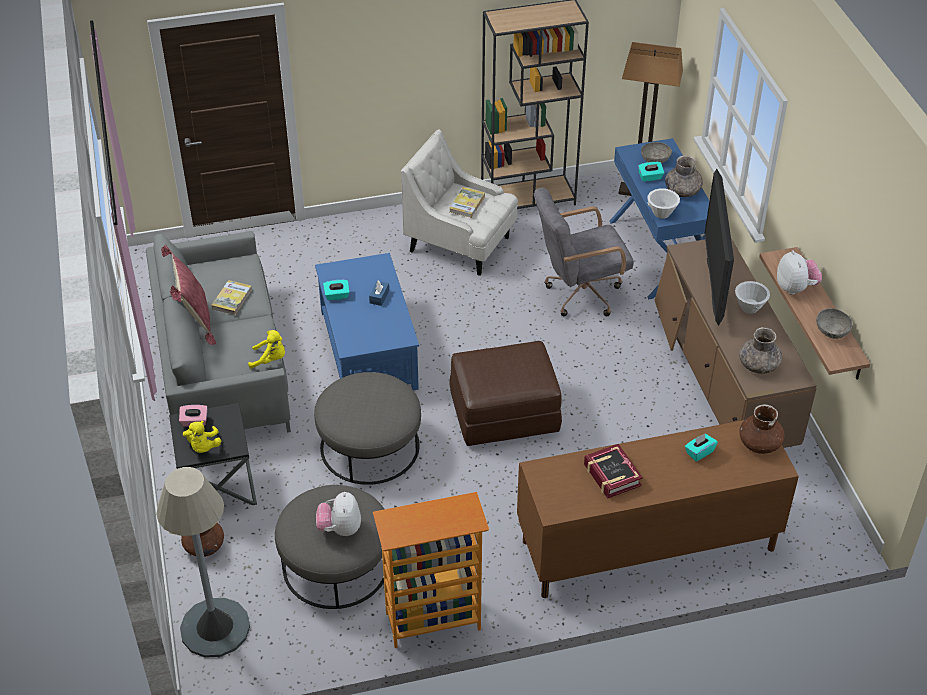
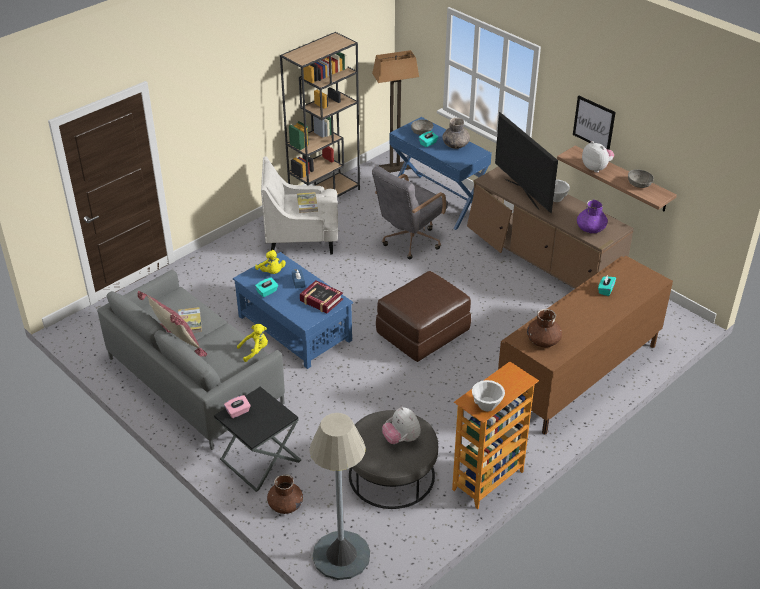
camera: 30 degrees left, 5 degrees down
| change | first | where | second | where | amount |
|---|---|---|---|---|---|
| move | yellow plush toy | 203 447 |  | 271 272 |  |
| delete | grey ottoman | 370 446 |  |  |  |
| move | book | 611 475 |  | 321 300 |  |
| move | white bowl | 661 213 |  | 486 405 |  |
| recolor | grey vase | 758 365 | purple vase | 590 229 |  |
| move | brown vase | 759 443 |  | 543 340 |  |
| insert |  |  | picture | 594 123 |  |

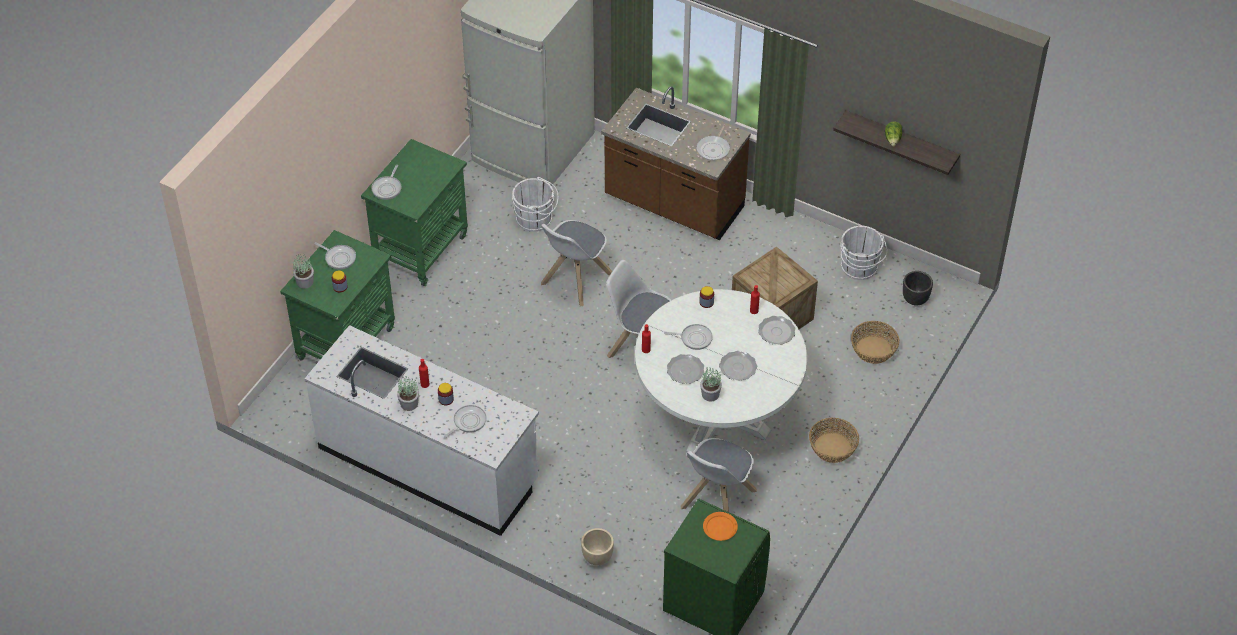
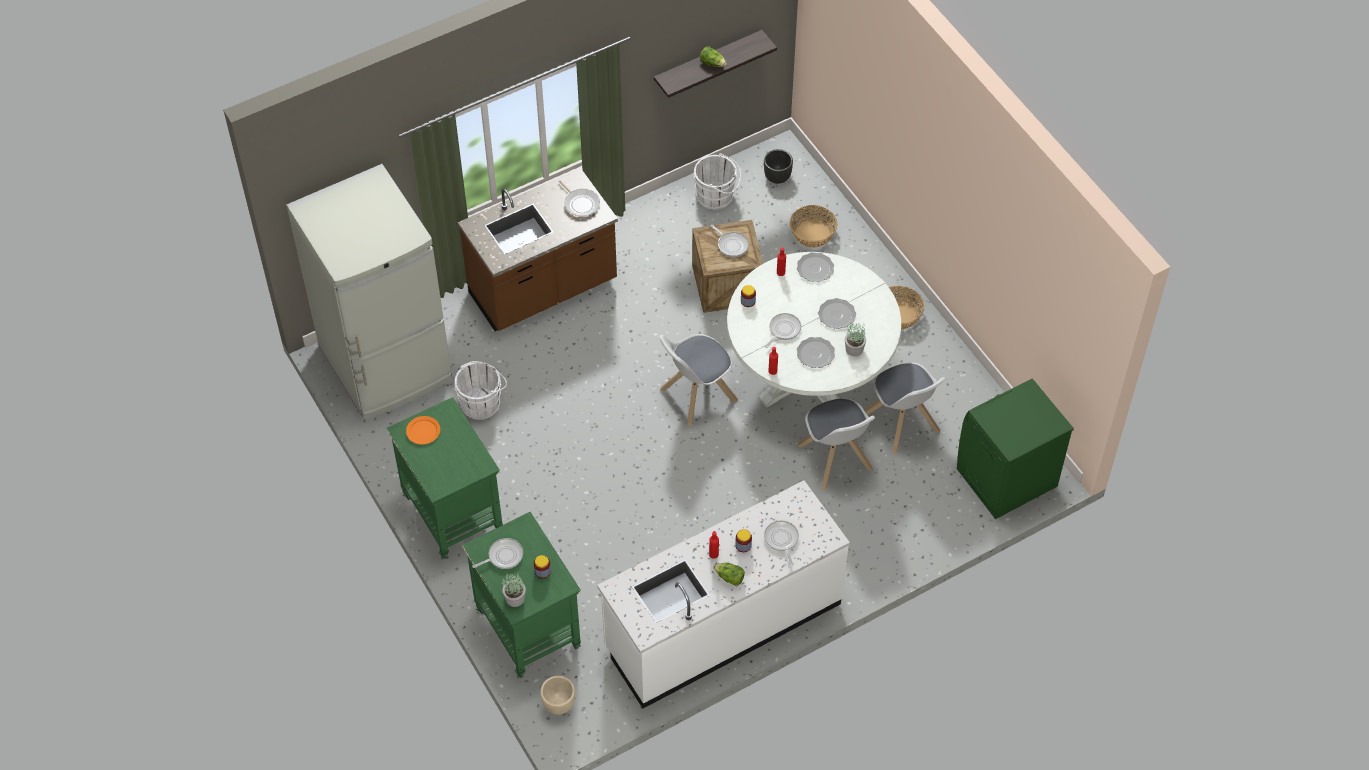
camera: 60 degrees left, 5 degrees up
| change | first | where | second | where | amount |
|---|---|---|---|---|---|
| move | frying pan | 387 188 |  | 731 245 |  |
| replace | potted plant | 408 404 | lettuce | 729 577 |  |
| move | chair | 575 280 |  | 835 459 |  |
| move | beige planter | 597 557 |  | 558 705 |  |
| move | orange plate | 720 527 |  | 423 431 |  |

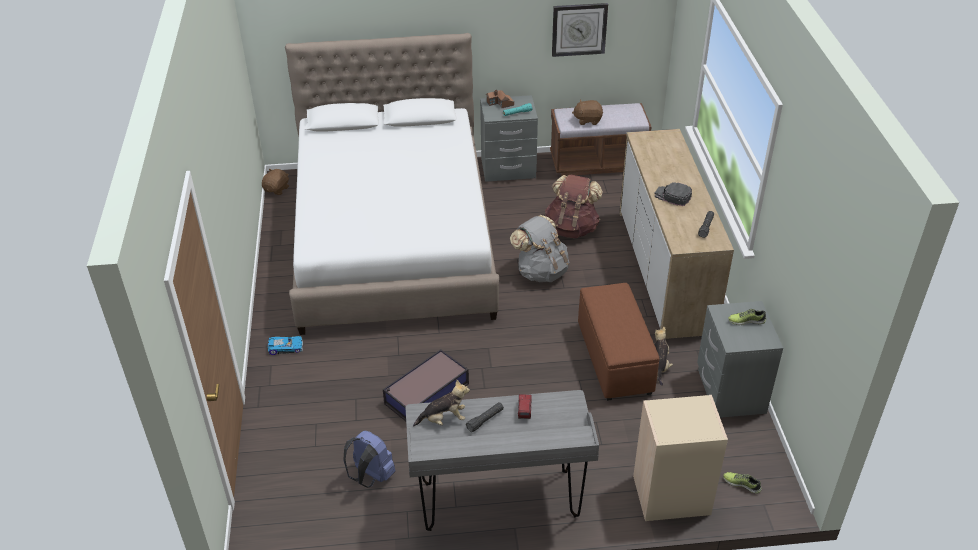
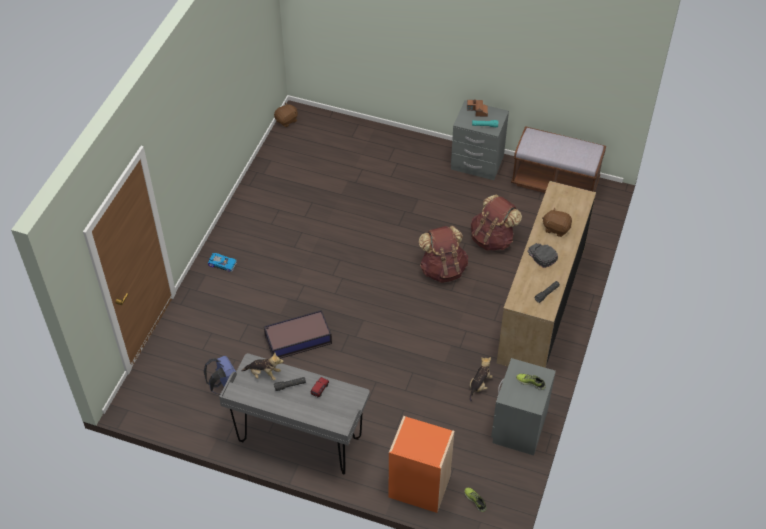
camera: 25 degrees right, 10 degrees up
| change | first | where | second | where | amount |
|---|---|---|---|---|---|
| delete | white bed | 394 238 |  |  |  |
| recolor | grey backpack | 541 271 | brown backpack | 442 269 |  |
| delete | wall clock | 579 29 |  |  |  |
| move | brown plush toy | 587 120 |  | 556 228 |  |
| delete | brown ottoman | 615 359 |  |  |  |
| recolor | beige bookcase | 670 496 | orange bookcase | 418 487 |  |

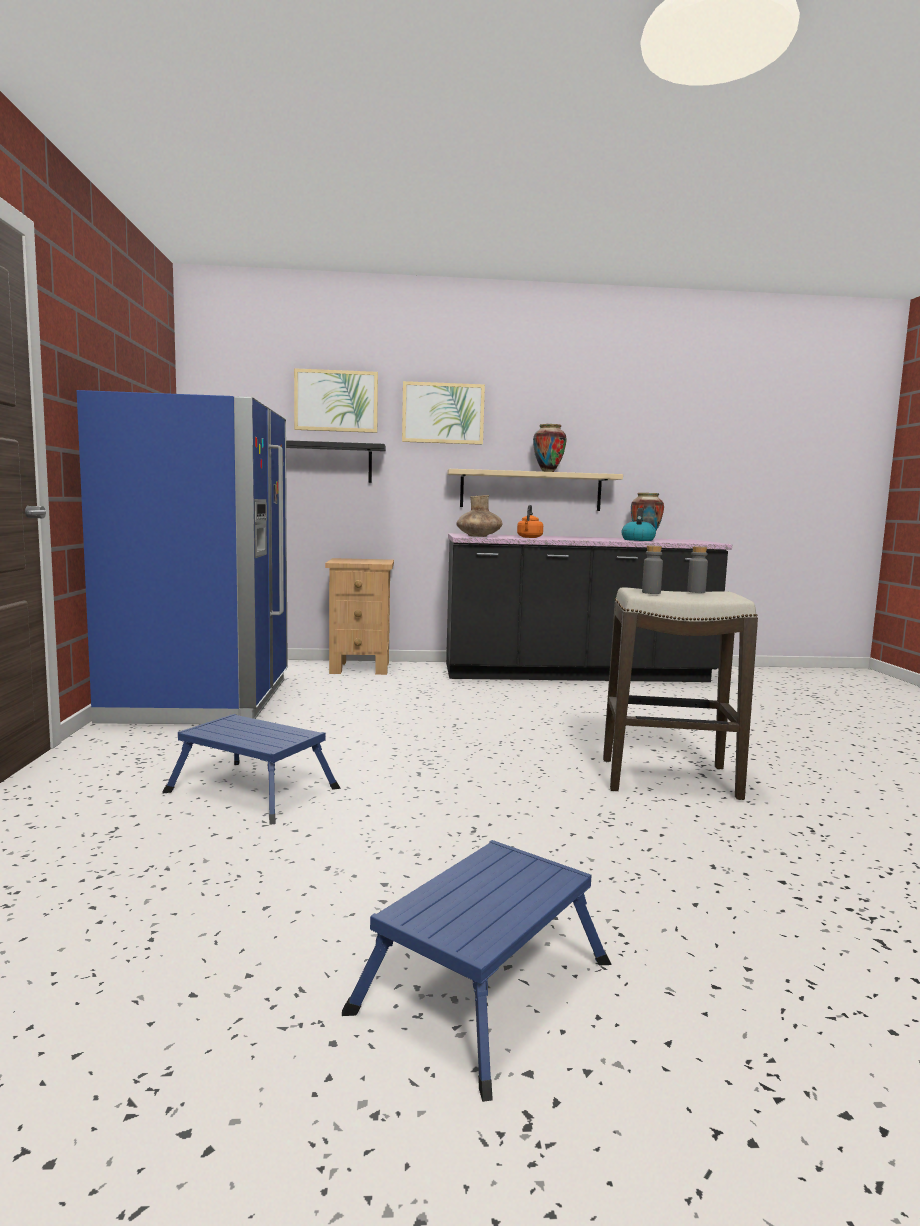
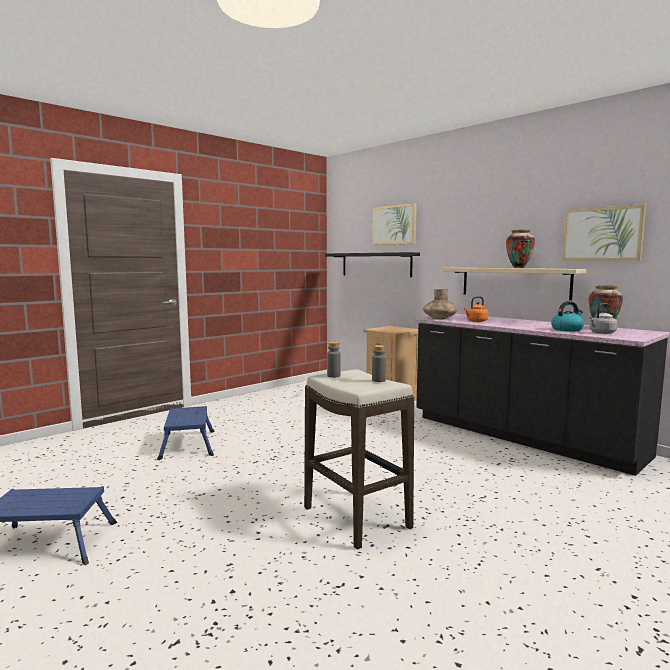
camera: 50 degrees right, 0 degrees up
| change | first | where | second | where | amount |
|---|---|---|---|---|---|
| delete | blue fridge | 201 700 |  |  |  |
| move | picture | 443 413 |  | 602 234 |  |
| insert |  |  | grey kettle | 601 333 |  |

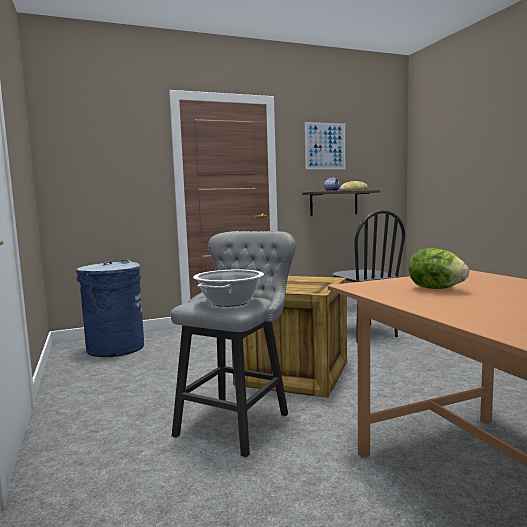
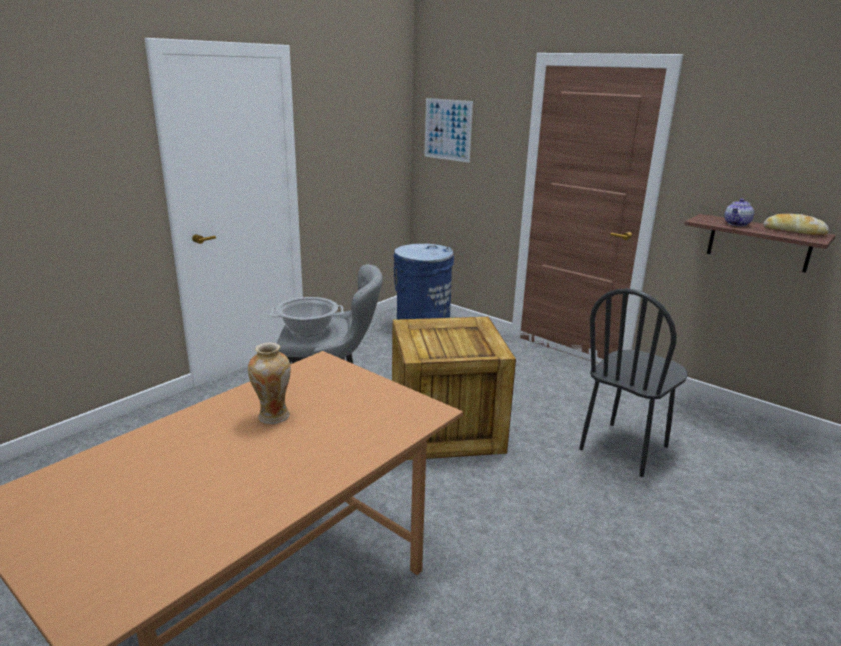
camera: 60 degrees right, 15 degrees up
| change | first | where | second | where | amount |
|---|---|---|---|---|---|
| move | picture | 325 146 |  | 447 130 |  |
| delete | lettuce | 436 289 |  |  |  |
| insert |  |  | vase | 273 416 |  |

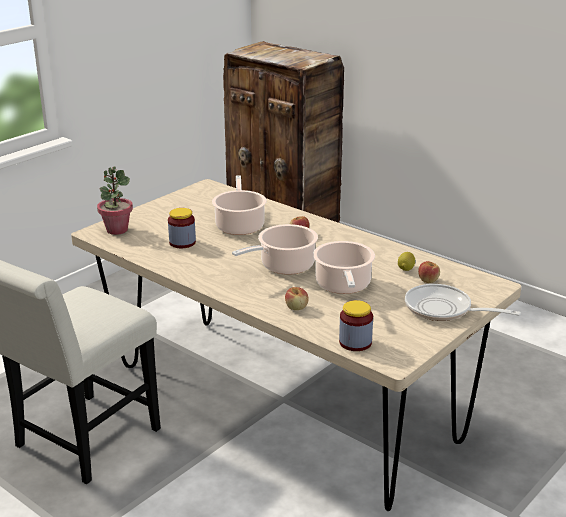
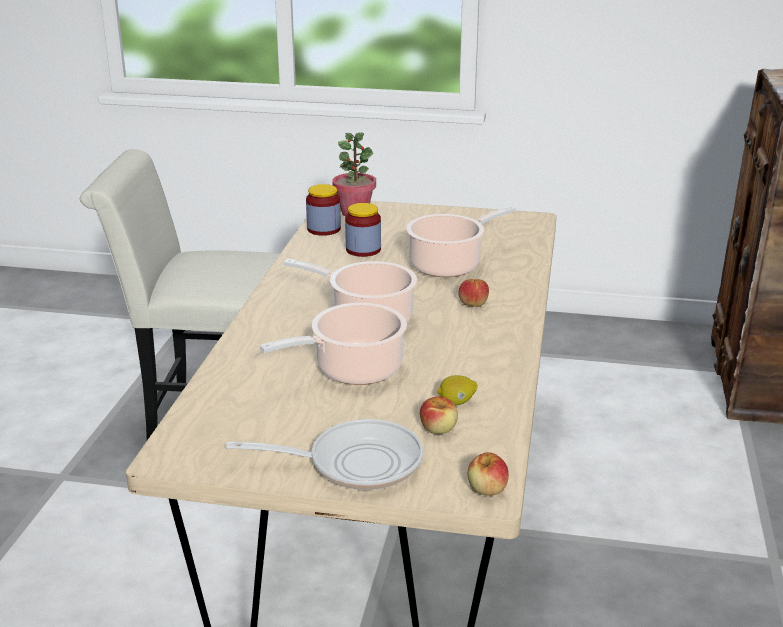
camera: 60 degrees right, 0 degrees up
| change | first | where | second | where | amount |
|---|---|---|---|---|---|
| move | apple | 296 307 |  | 487 489 |  |
| move | jar | 355 342 |  | 324 229 |  |
| rotate | frying pan | 443 310 |  | 355 463 | 90 degrees clockwise |

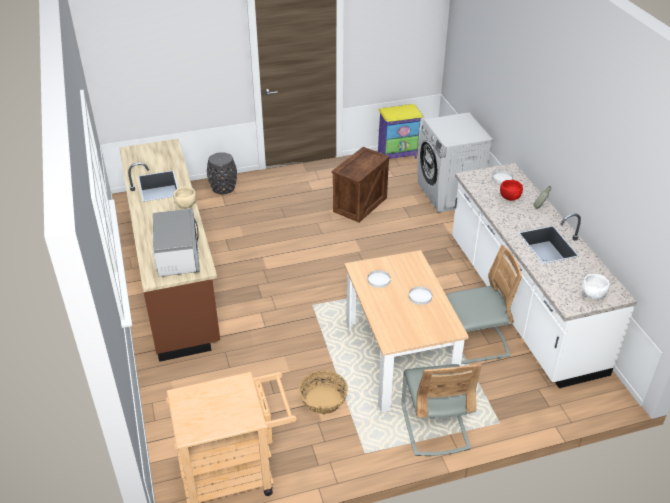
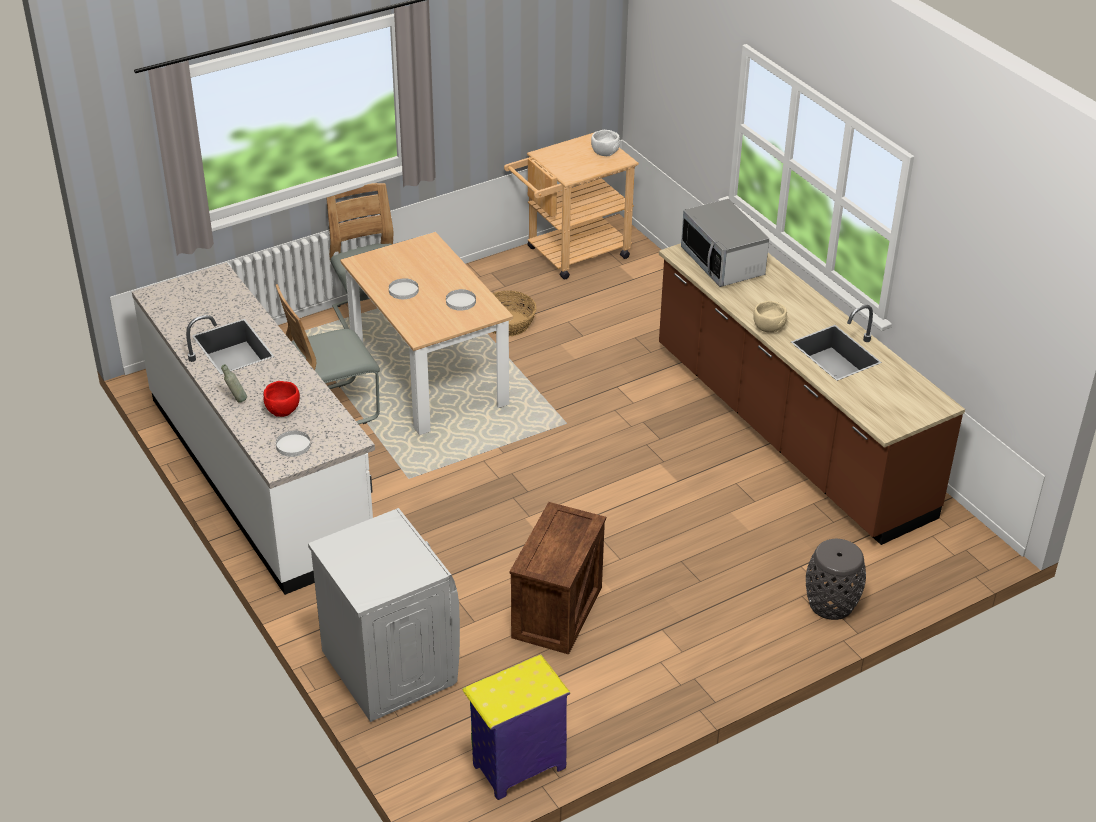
camera: 165 degrees right, 0 degrees up
| change | first | where | second | where | amount |
|---|---|---|---|---|---|
| move | white bowl | 593 294 |  | 605 153 |  |

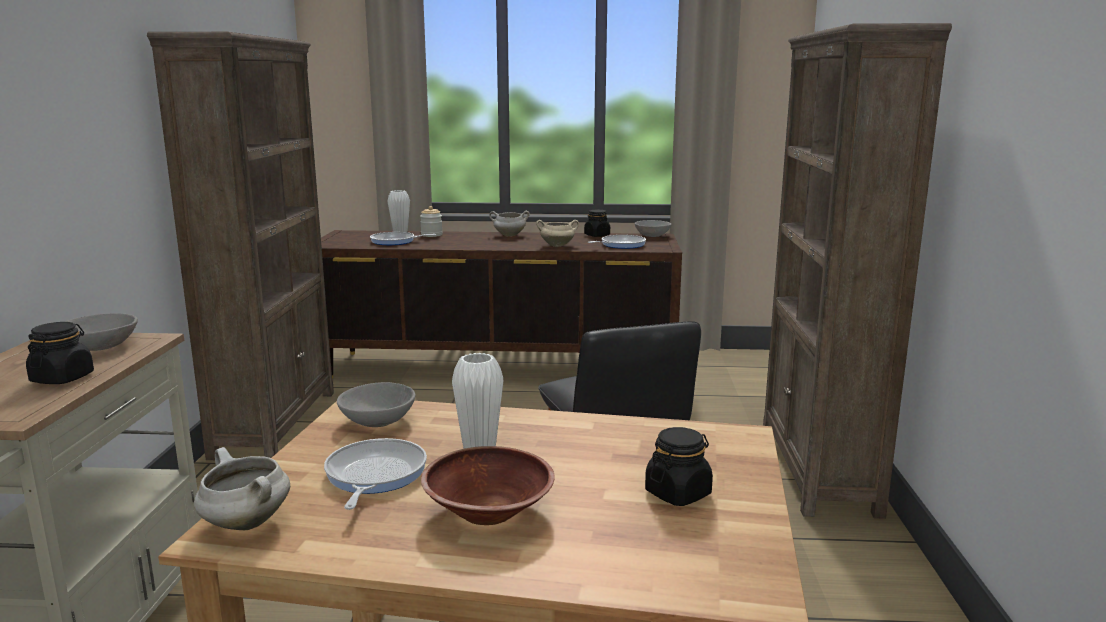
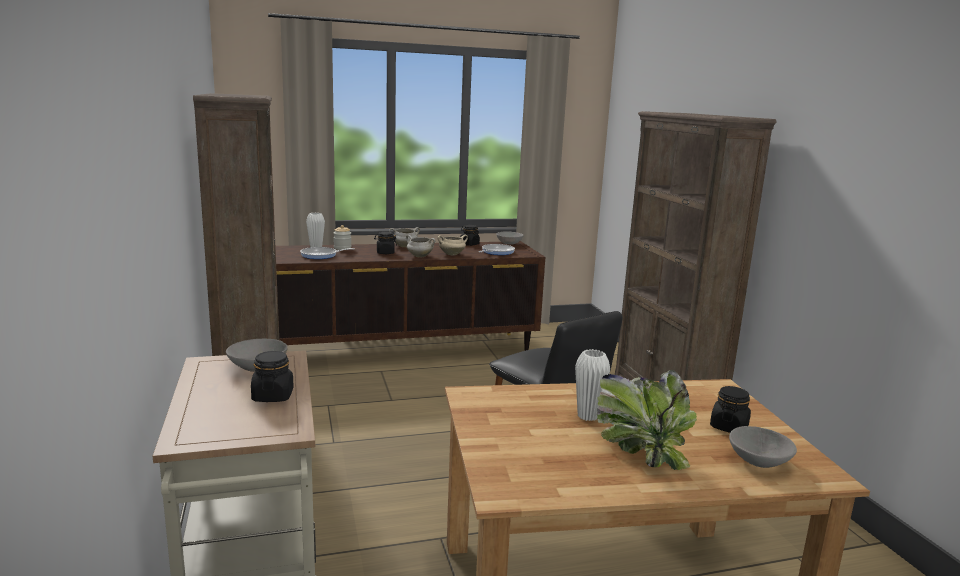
camera: 20 degrees left, 0 degrees up
| change | first | where | second | where | amount |
|---|---|---|---|---|---|
| move | white cooking pot | 244 523 |  | 419 256 |  |
| delete | frying pan | 374 476 |  |  |  |
| move | grey bowl | 378 421 |  | 759 461 |  |
| replace | brown bowl | 488 511 | potted plant | 641 453 |  |
| insert |  |  | black jar | 385 253 |  |

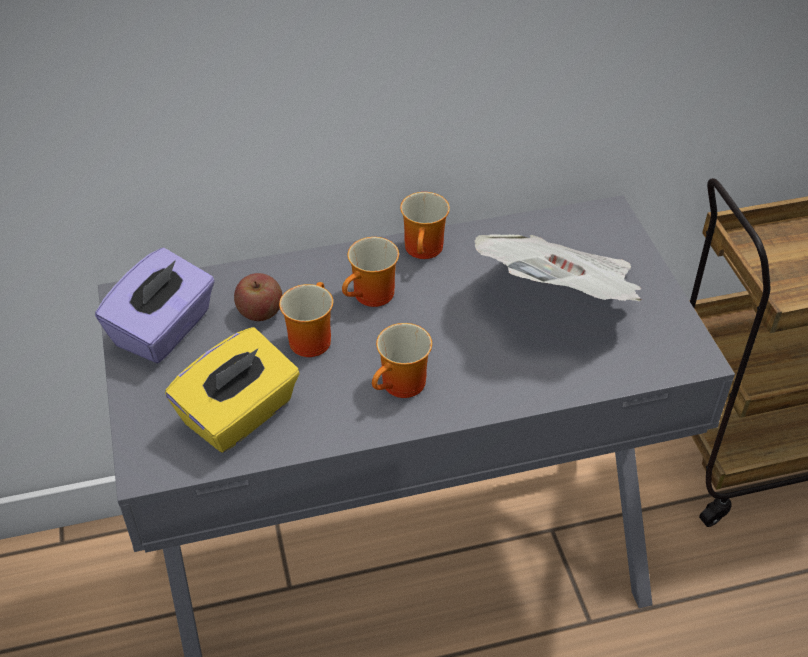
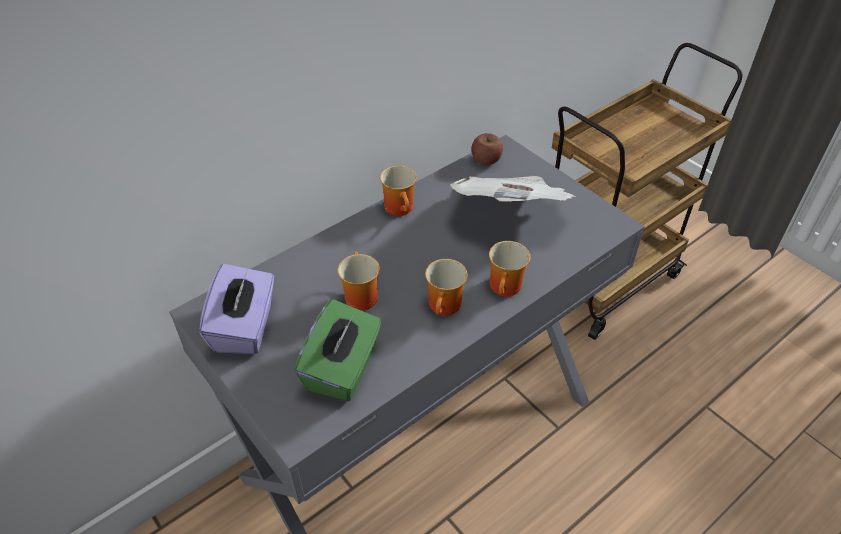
camera: 25 degrees left, 0 degrees up
| change | first | where | second | where | amount |
|---|---|---|---|---|---|
| recolor | yellow tissue box | 239 415 | green tissue box | 343 368 |  |
| move | apple | 260 312 |  | 486 160 |  |
| move | mug | 373 297 |  | 507 288 |  |

